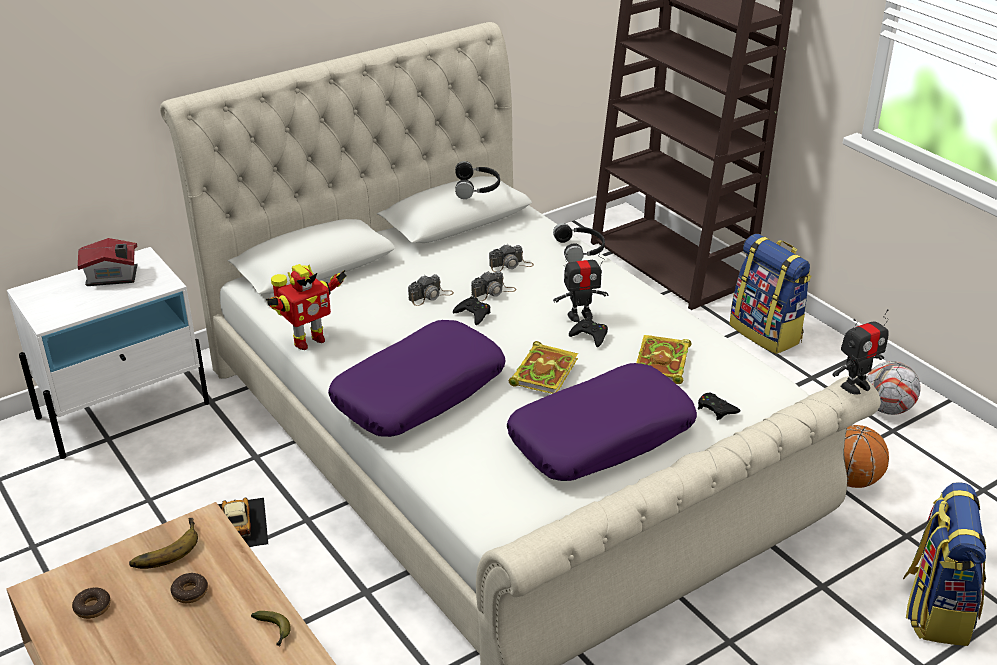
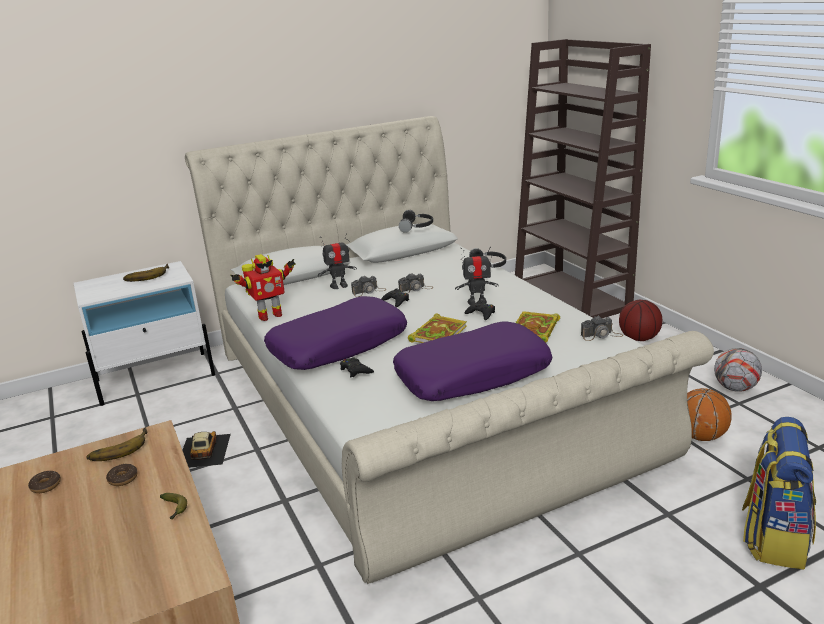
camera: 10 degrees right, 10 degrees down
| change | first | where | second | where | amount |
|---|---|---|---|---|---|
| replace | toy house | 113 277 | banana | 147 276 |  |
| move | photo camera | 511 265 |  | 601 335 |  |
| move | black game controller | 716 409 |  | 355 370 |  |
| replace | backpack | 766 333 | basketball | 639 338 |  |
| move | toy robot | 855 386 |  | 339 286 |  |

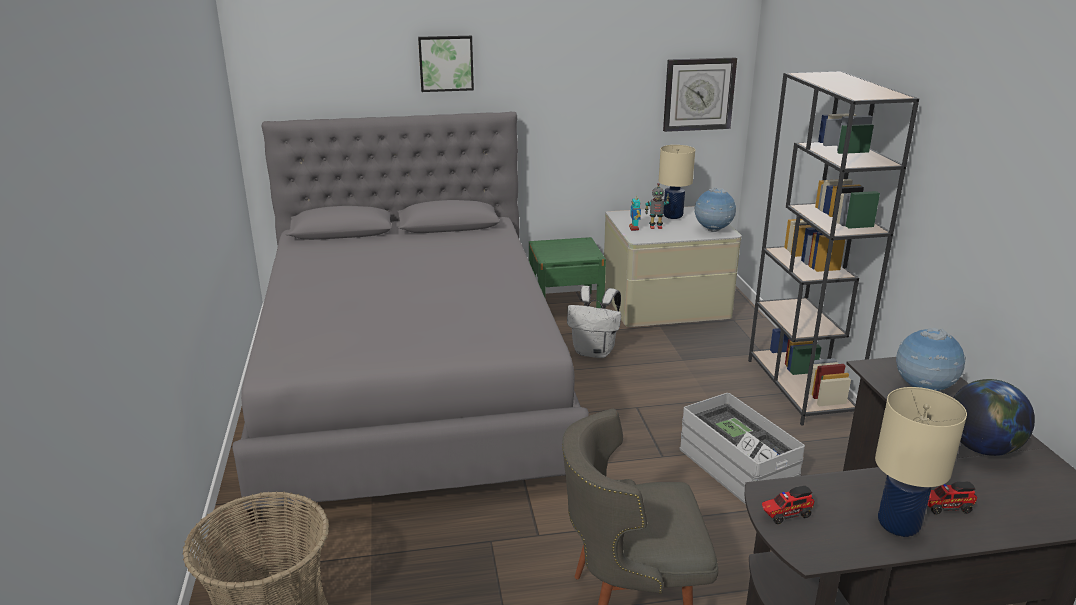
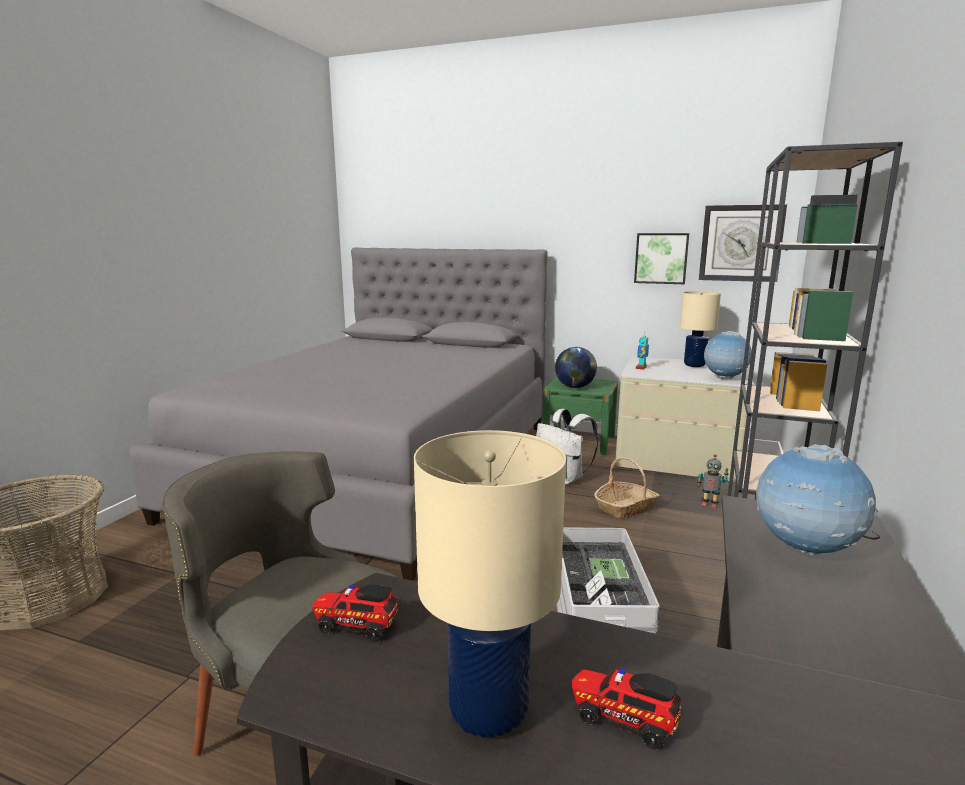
camera: 30 degrees right, 10 degrees down
| change | first | where | second | where | amount |
|---|---|---|---|---|---|
| move | picture | 446 63 |  | 661 258 |  |
| move | toy robot | 655 227 |  | 709 505 |  |
| move | globe | 982 448 |  | 575 387 |  |
| insert |  |  | basket | 626 508 |  |

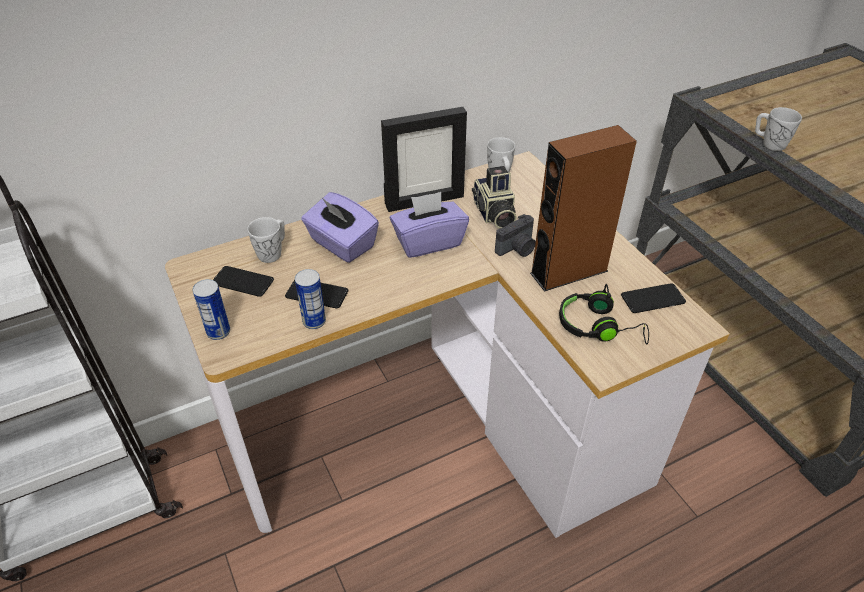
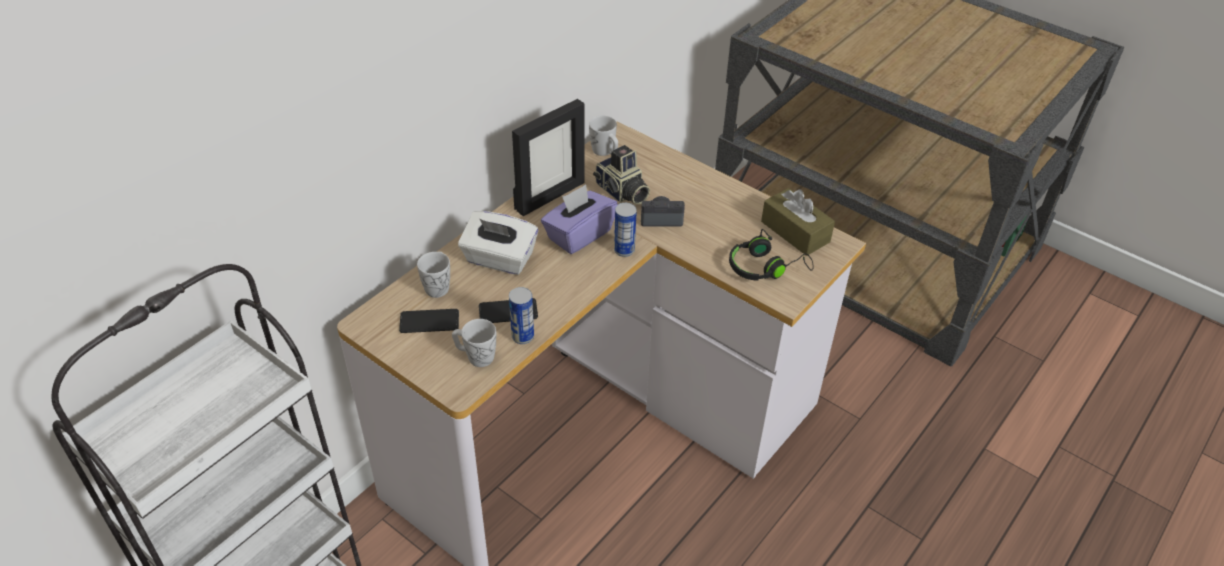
camera: 25 degrees left, 0 degrees up
| change | first | where | second | where | amount |
|---|---|---|---|---|---|
| move | can | 218 332 |  | 624 250 |  |
| recolor | purple tissue box | 341 244 | white tissue box | 499 259 |  |
| rotate | photo camera | 517 249 |  | 661 219 | 120 degrees counterclockwise |
| delete | brown speaker | 568 272 |  |  |  |
| replace | phone | 652 299 | brown tissue box | 795 232 |  |
| move | white mug | 769 143 |  | 475 356 |  |

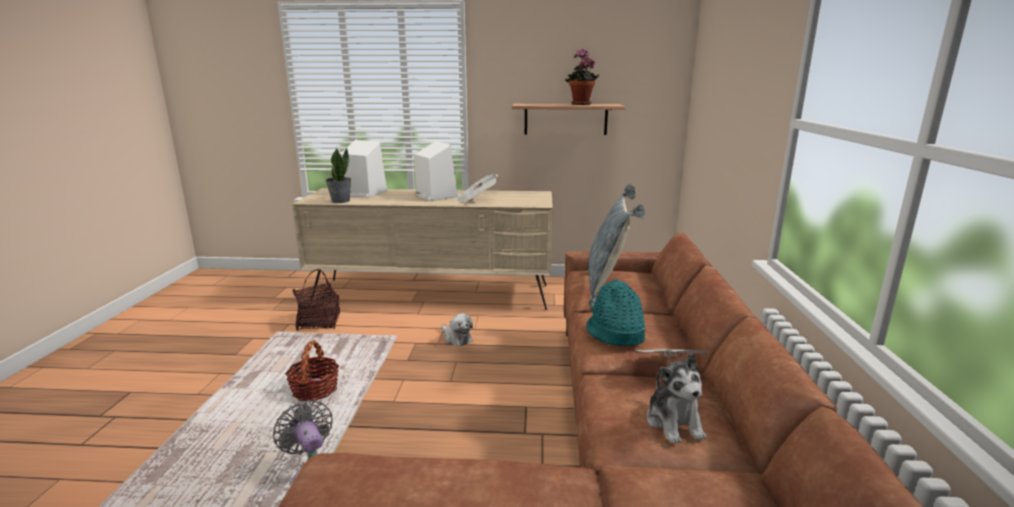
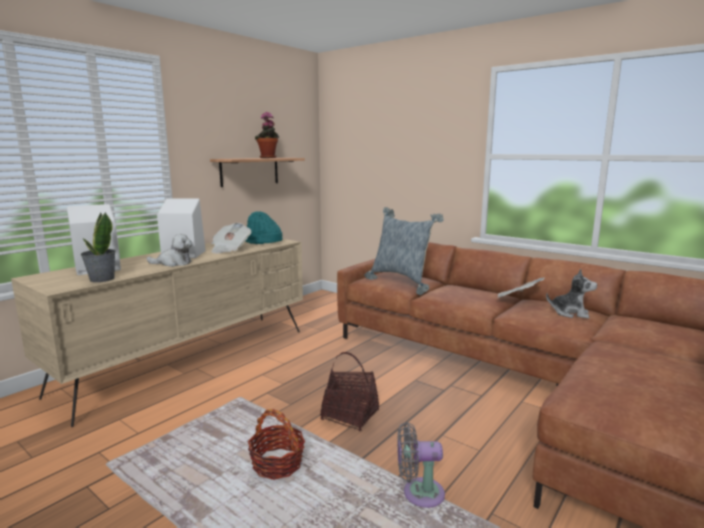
camera: 55 degrees left, 5 degrees down
| change | first | where | second | where | amount |
|---|---|---|---|---|---|
| move | basket | 318 322 |  | 350 415 |  |
| move | plush toy | 456 338 |  | 173 263 |  |
| move | turquoise hat | 615 333 |  | 263 242 |  |

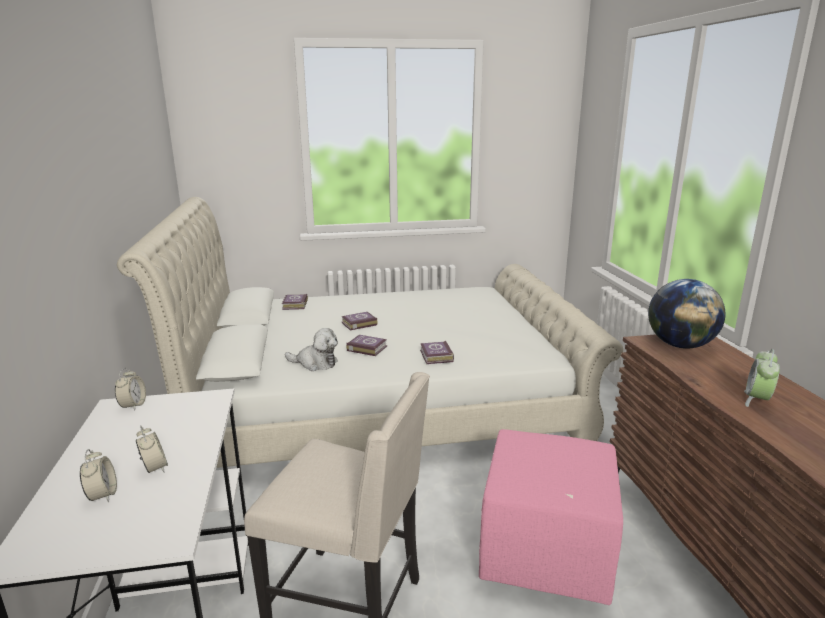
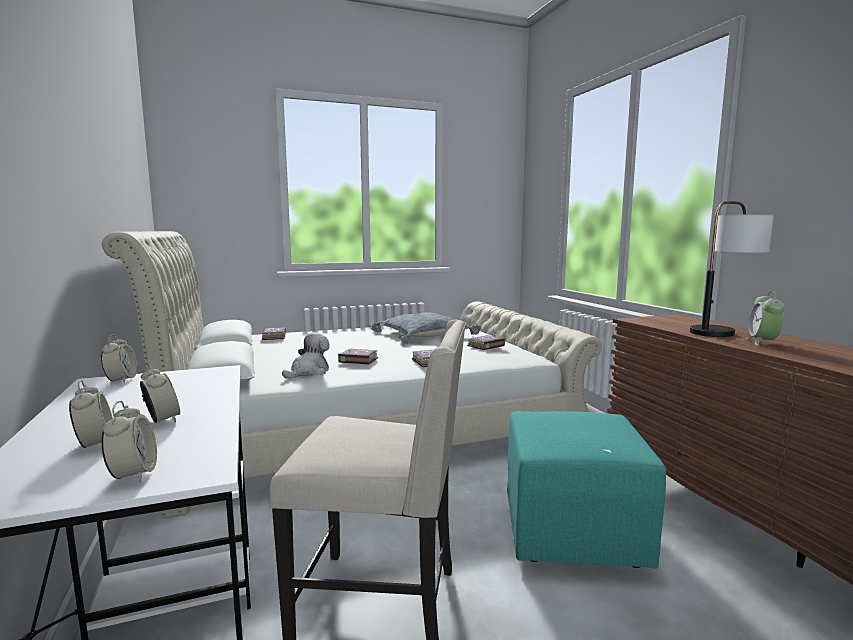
camera: 10 degrees left, 10 degrees down
| change | first | where | second | where | amount |
|---|---|---|---|---|---|
| rotate | plush toy | 315 363 |  | 309 372 | 60 degrees counterclockwise |
| move | book | 358 323 |  | 484 345 |  |
| recolor | pink ottoman | 546 554 | turquoise ottoman | 574 533 |  |
| delete | globe | 680 345 |  |  |  |
| insert |  |  | alarm clock | 133 474 |  |
| insert |  |  | pillow | 424 334 |  |
| insert |  |  | table lamp | 724 331 |  |

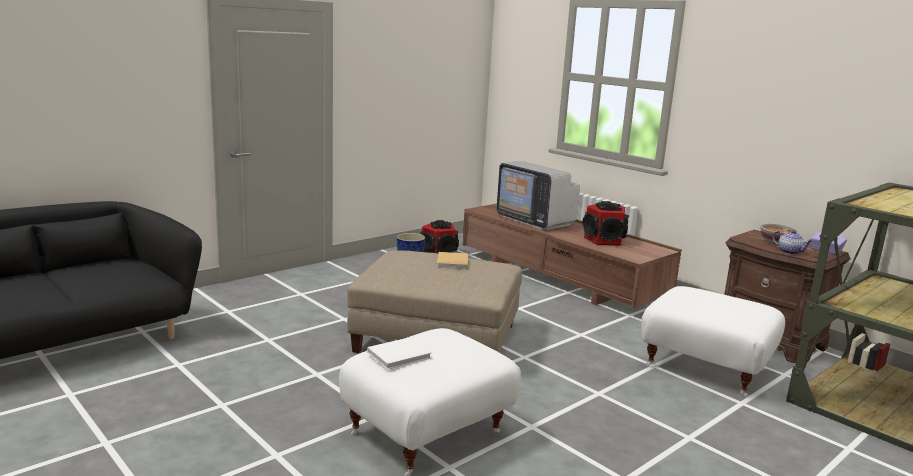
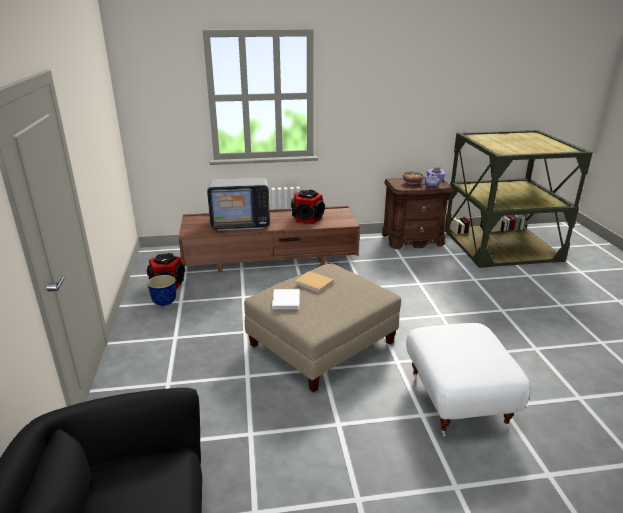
camera: 55 degrees left, 10 degrees up
| change | first | where | second | where | amount |
|---|---|---|---|---|---|
| move | white book | 400 355 |  | 286 300 |  |
| delete | white ottoman | 704 368 |  |  |  |

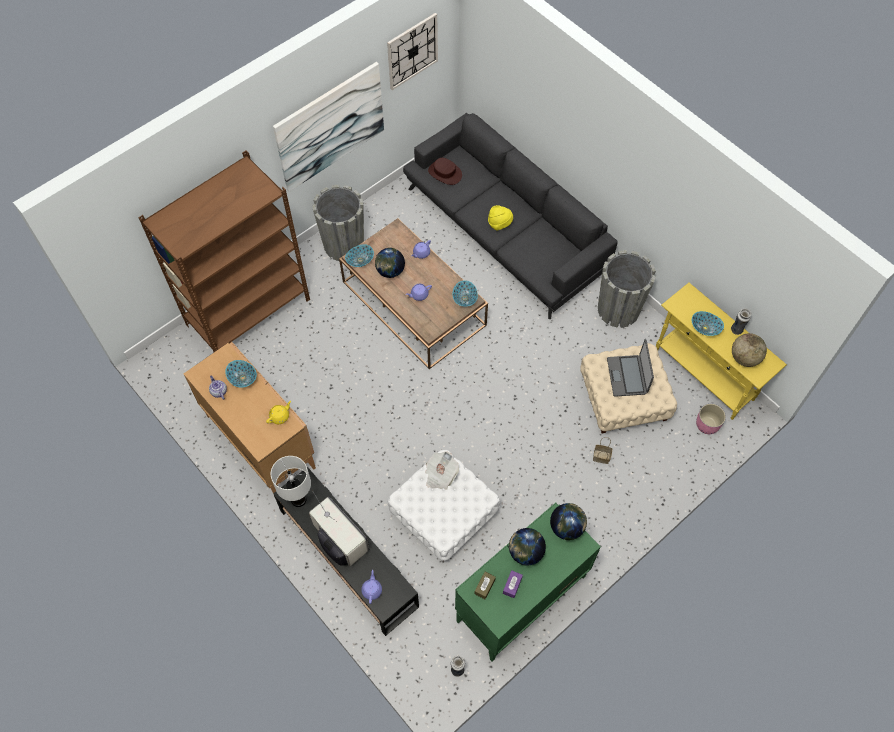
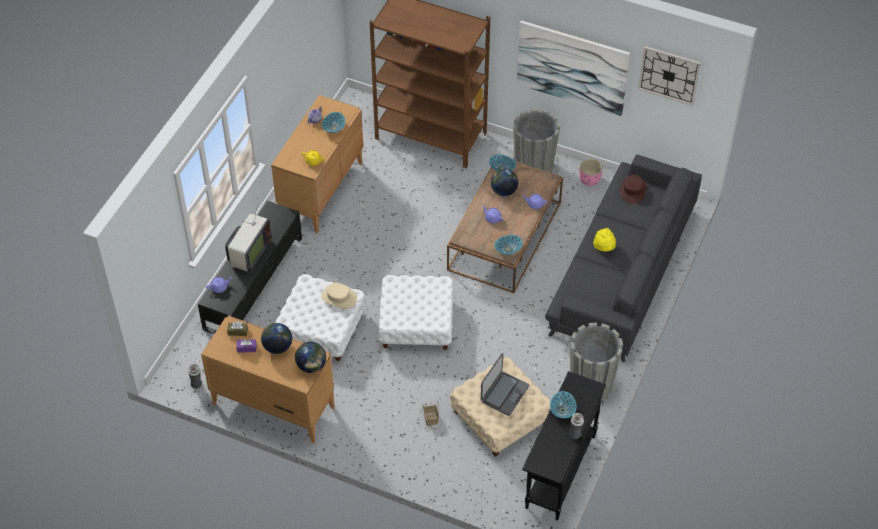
camera: 65 degrees right, 10 degrees down
| change | first | where | second | where | amount |
|---|---|---|---|---|---|
| delete | white table lamp | 299 500 |  |  |  |
| replace | newspaper | 440 475 | beige hat | 339 298 |  |
| recolor | green cabinet | 521 599 | brown cabinet | 273 405 |  |
| rotate | laptop | 627 376 |  | 504 393 | 150 degrees clockwise |
| recolor | yellow console table | 703 375 | black console table | 560 472 |  |
| move | pink planter | 707 424 |  | 590 179 |  |
| delete | globe | 744 358 |  |  |  |
| insert |  |  | white ottoman | 416 323 |  |

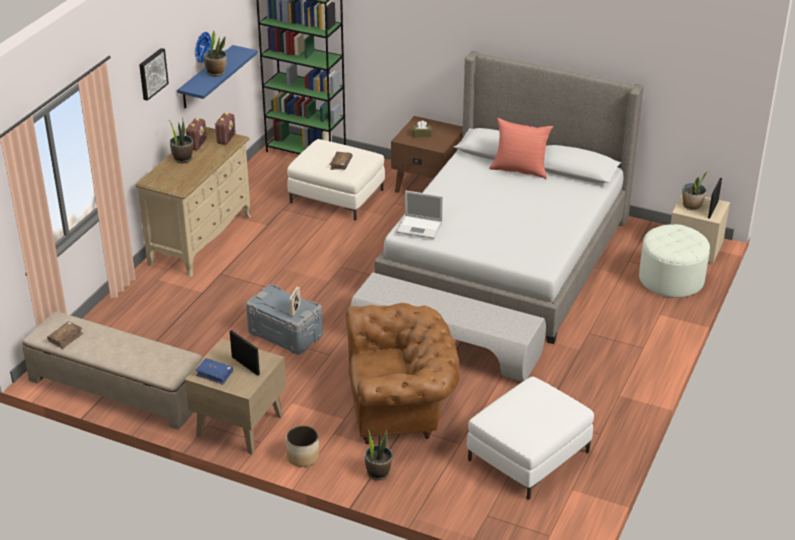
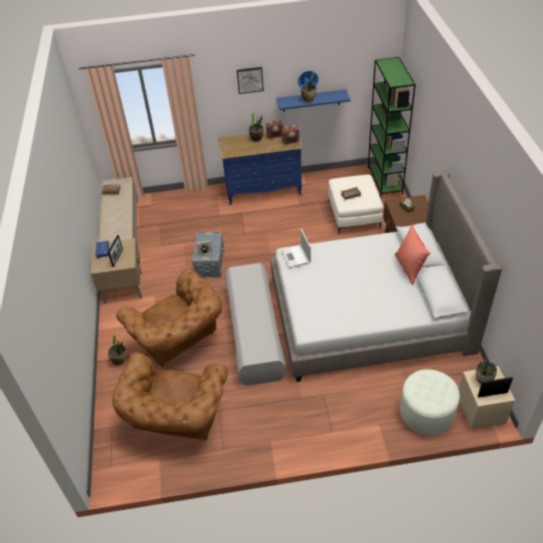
camera: 60 degrees right, 10 degrees up
| change | first | where | second | where | amount |
|---|---|---|---|---|---|
| recolor | beige dresser | 202 240 | blue dresser | 263 191 |  |
| delete | planter | 303 457 |  |  |  |
| replace | white ottoman | 528 456 | brown armchair | 177 421 |  |

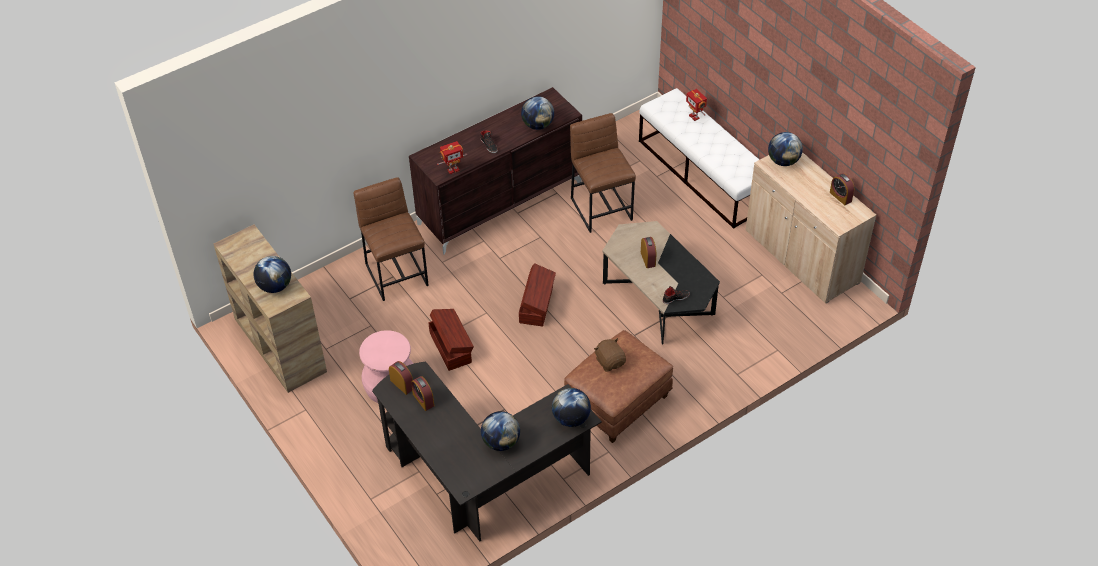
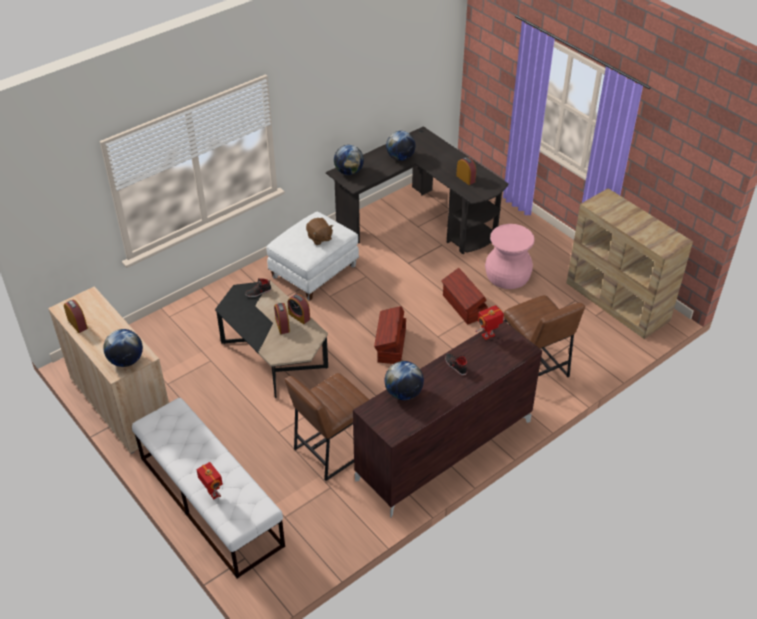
camera: 175 degrees right, 5 degrees down
| change | first | where | second | where | amount |
|---|---|---|---|---|---|
| delete | globe | 275 286 |  |  |  |
| move | alarm clock | 402 384 |  | 299 316 |  |
| recolor | brown ottoman | 617 403 | white ottoman | 314 271 |  |
| rotate | brown chair | 601 208 |  | 331 450 | 75 degrees clockwise |

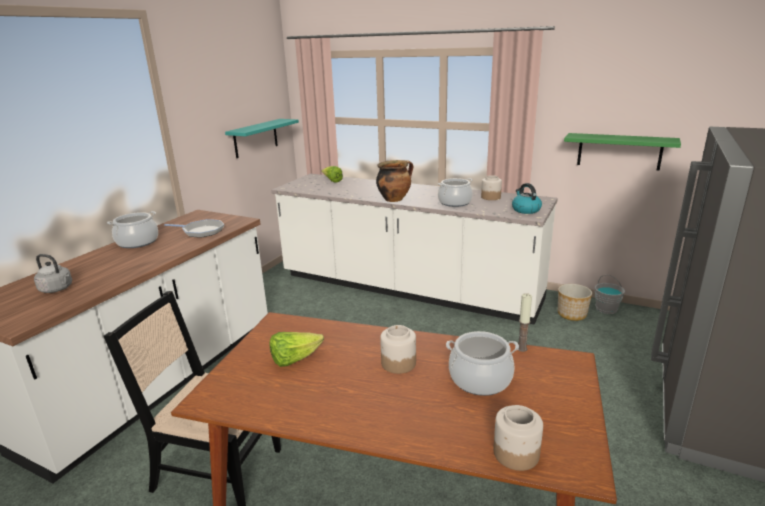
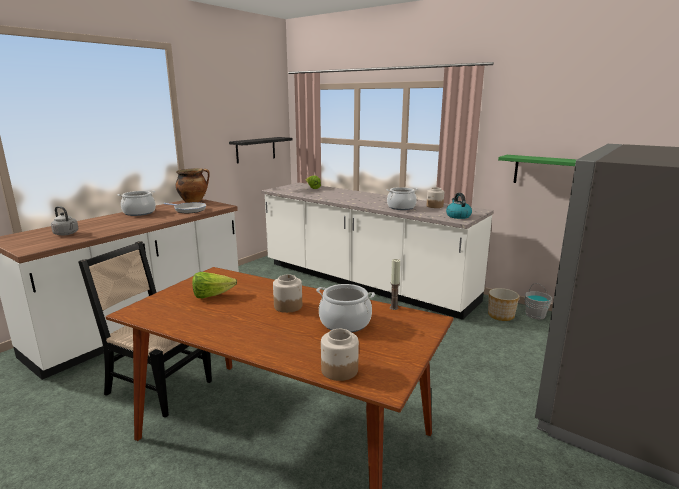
camera: 10 degrees right, 5 degrees down
| change | first | where | second | where | amount |
|---|---|---|---|---|---|
| recolor | turquoise shelf | 256 138 | black shelf | 255 150 |  |
| move | cooking pot | 394 199 |  | 194 201 |  |

